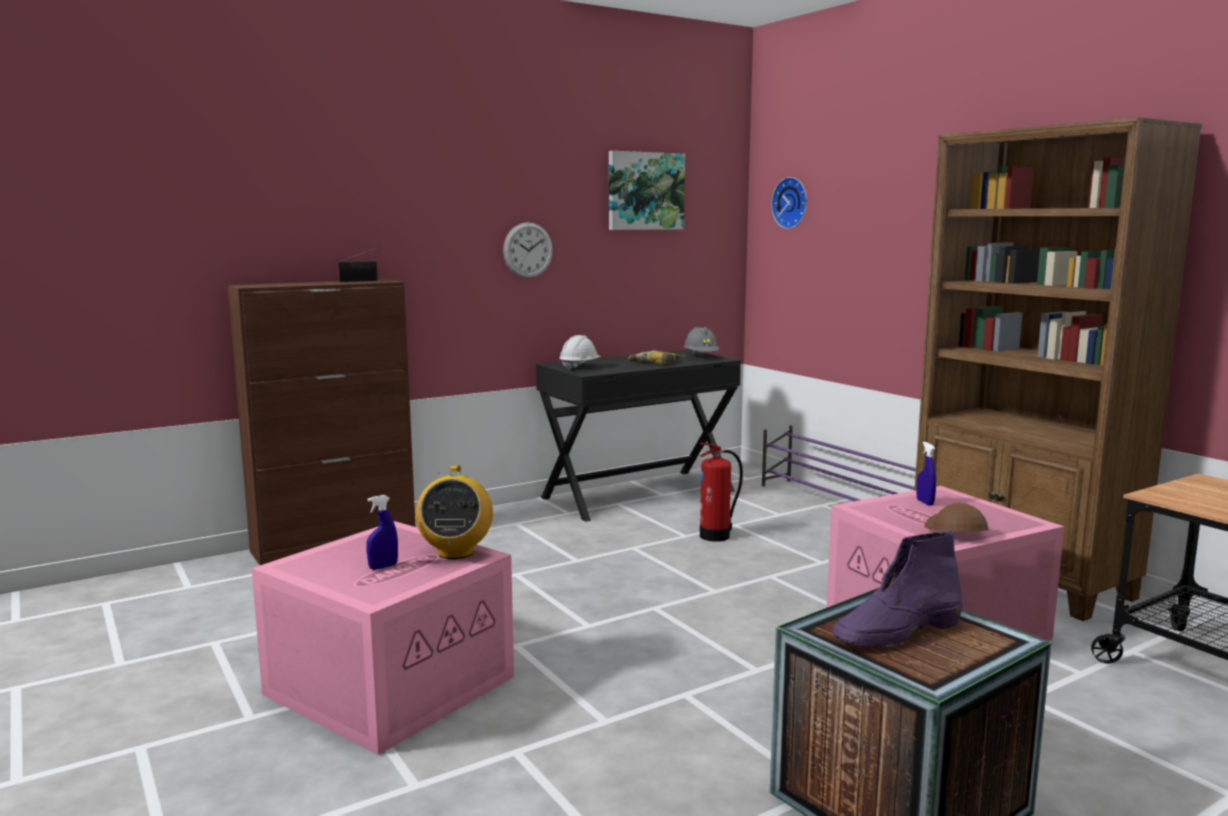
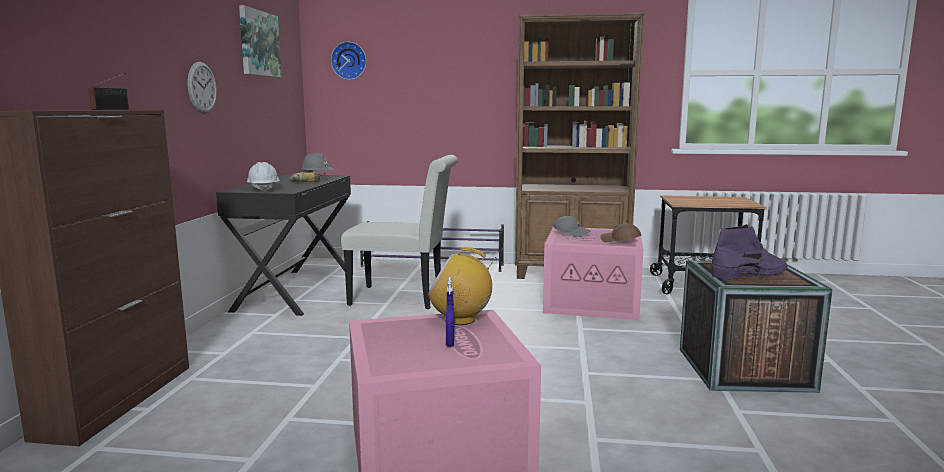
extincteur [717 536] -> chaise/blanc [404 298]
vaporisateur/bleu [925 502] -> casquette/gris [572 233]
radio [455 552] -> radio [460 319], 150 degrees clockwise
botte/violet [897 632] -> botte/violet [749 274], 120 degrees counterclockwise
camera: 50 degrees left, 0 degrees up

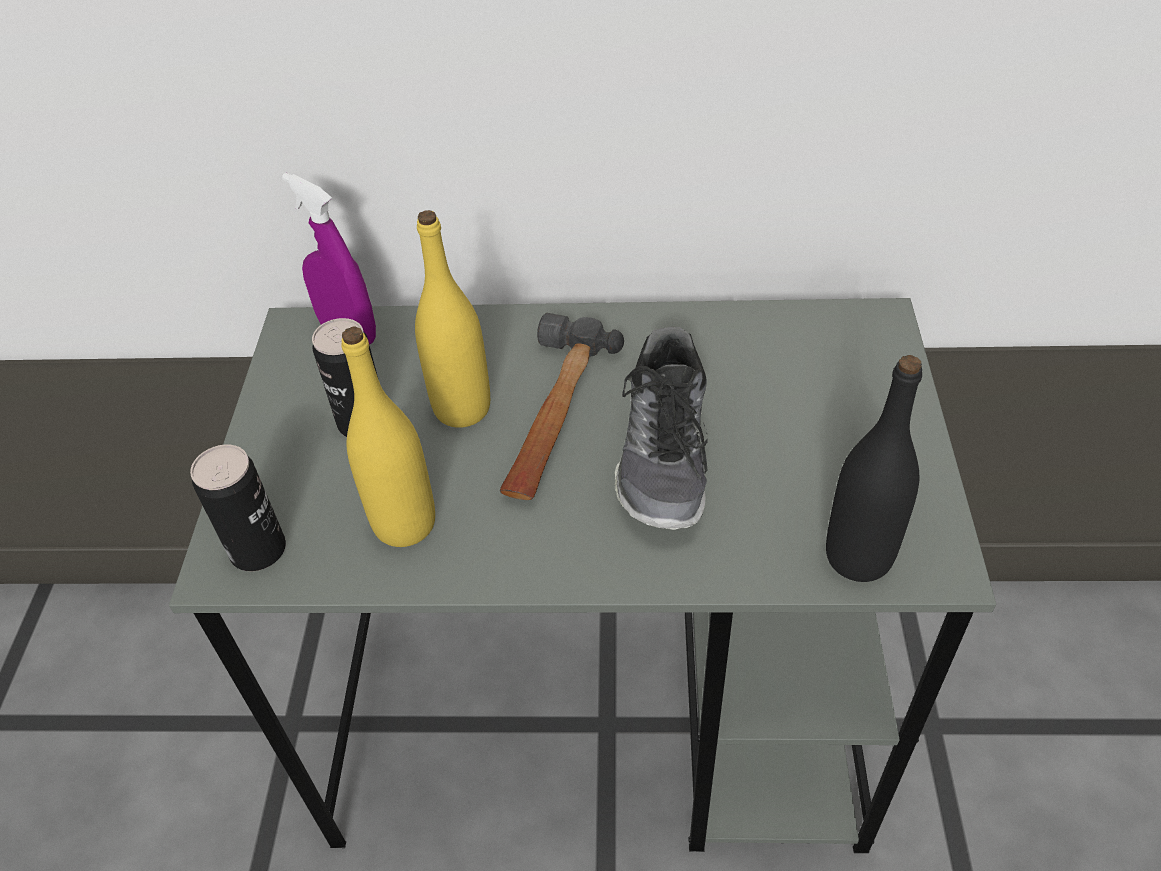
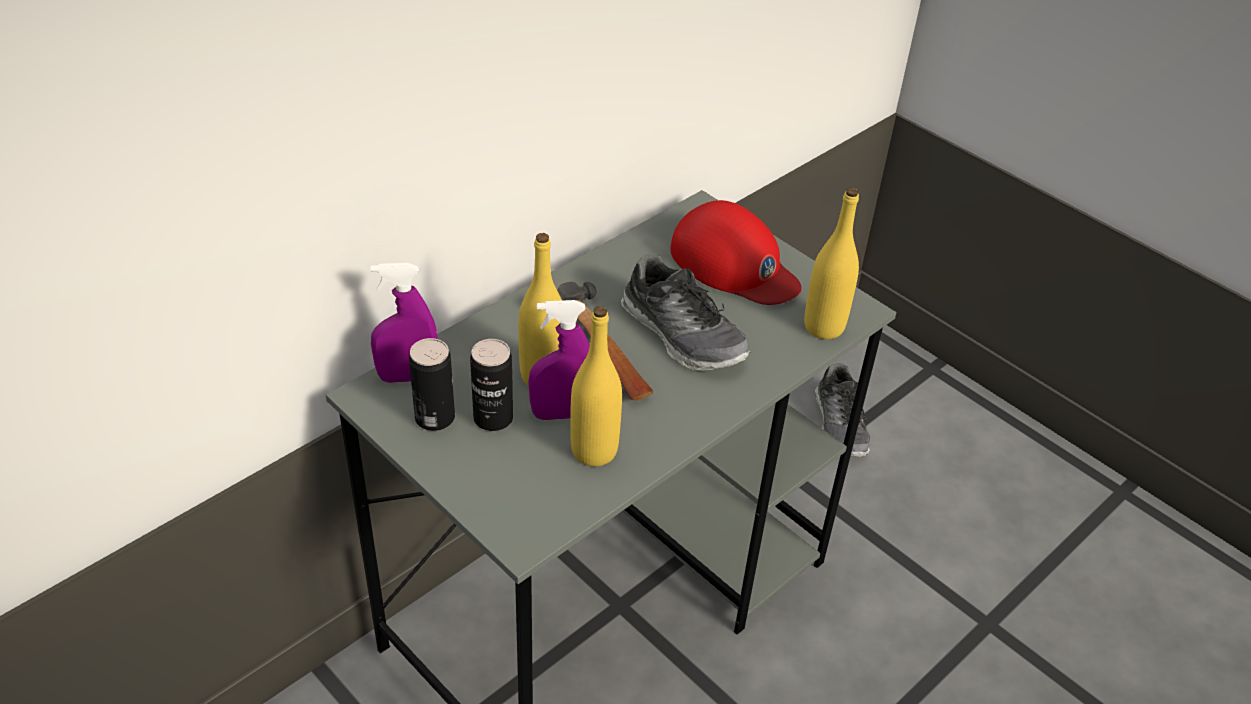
none -> vaporisateur/violet [561 414]
none -> casquette/rouge [734 265]
none -> chaussure [840 425]
boîte métallique [258 550] -> boîte métallique [435 418], move
bouteille/noir [858 557] -> bouteille/jaune [824 327]
camera: 50 degrees left, 5 degrees down

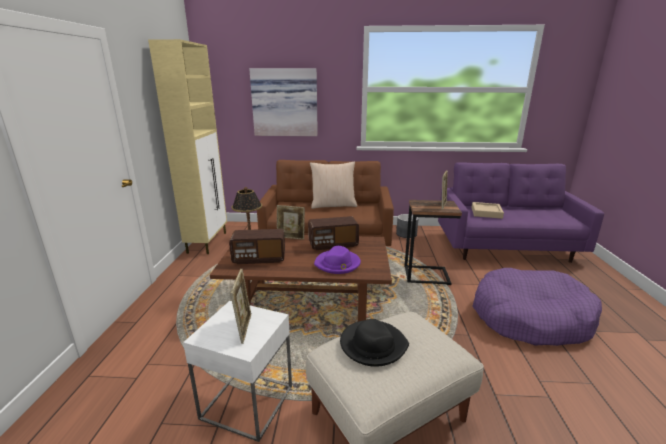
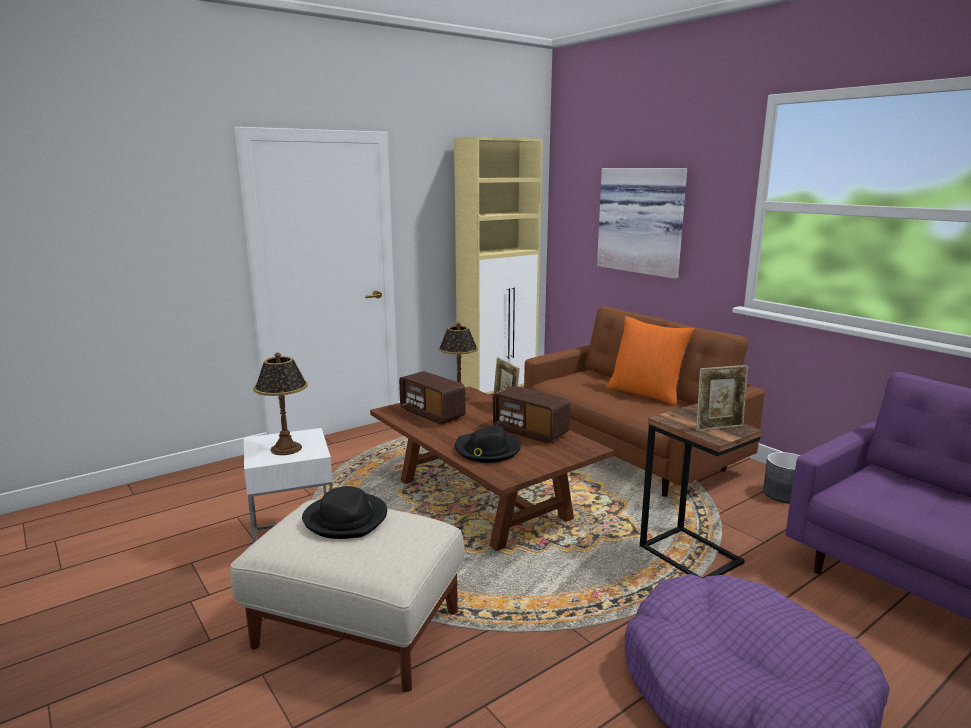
plateau/beige [486 213] -> none
cadre photo [244 328] -> lampe de table [286 449]
coussin/beige [333 205] -> coussin/orange [646 393]
chapeau/violet [337 264] -> chapeau/noir [487 450]
camera: 50 degrees right, 5 degrees down

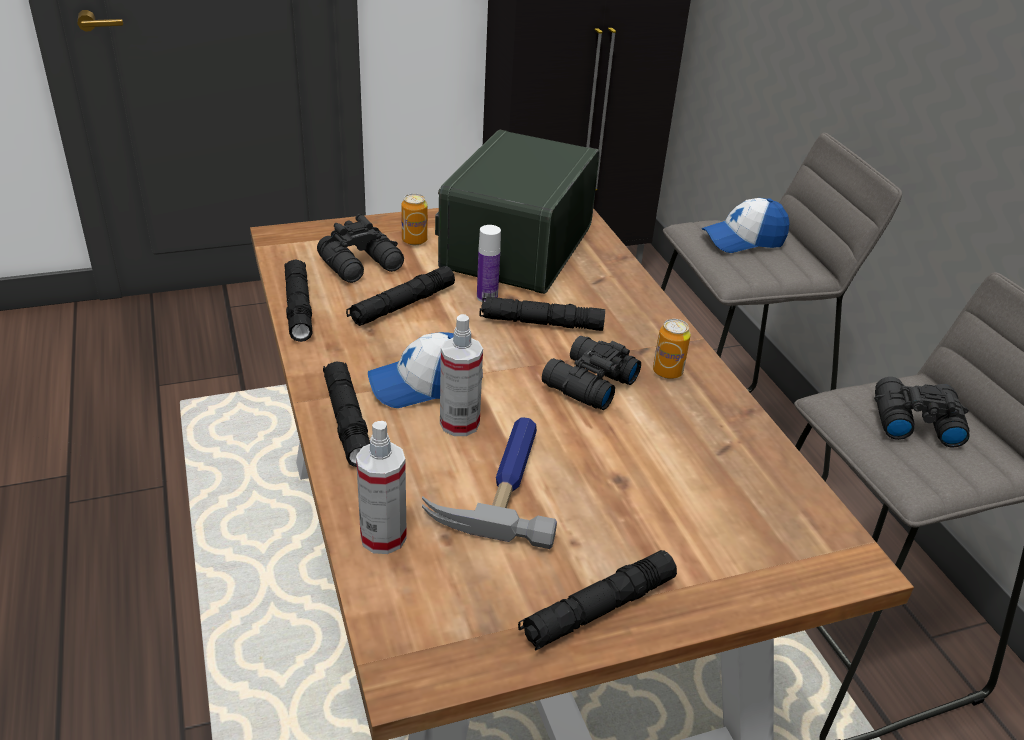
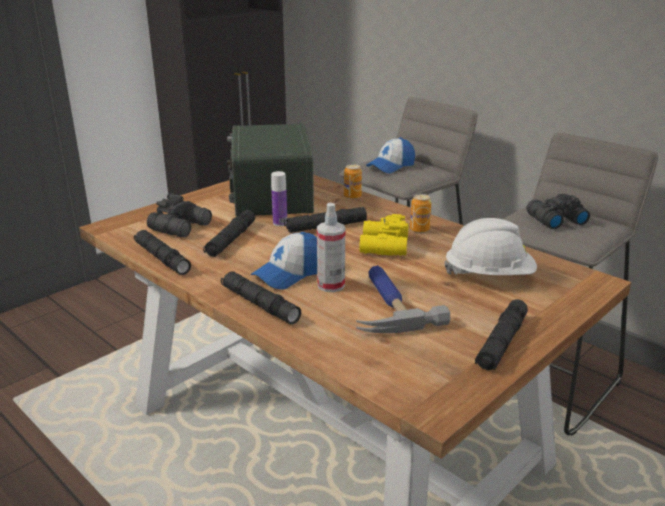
vaporisateur [383 537] -> none
none -> casque de chantier/blanc [489 276]
boîte métallique [414 240] -> boîte métallique [352 196], move
jumelles/noir [587 383] -> jumelles/jaune [382 246]
camera: 25 degrees left, 10 degrees down

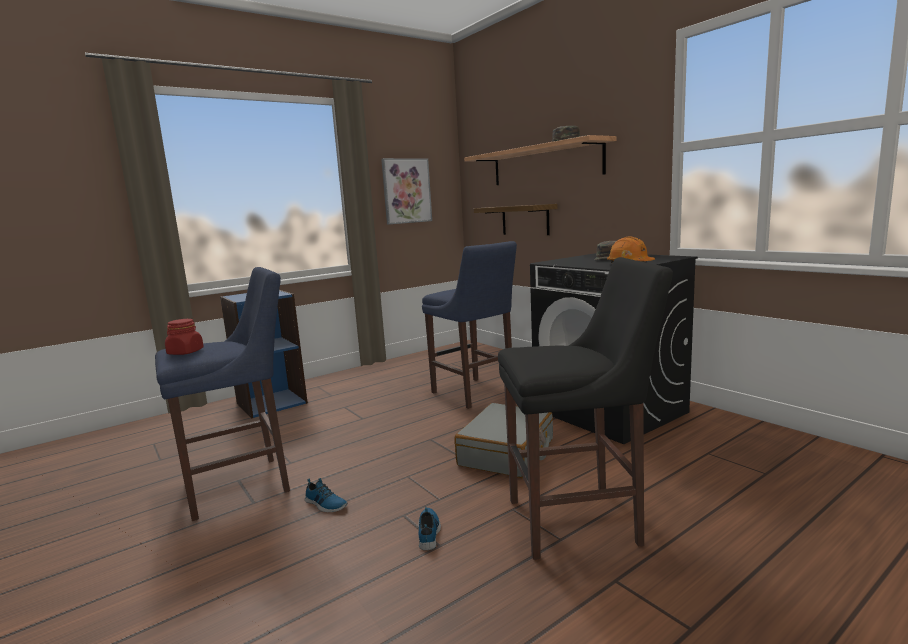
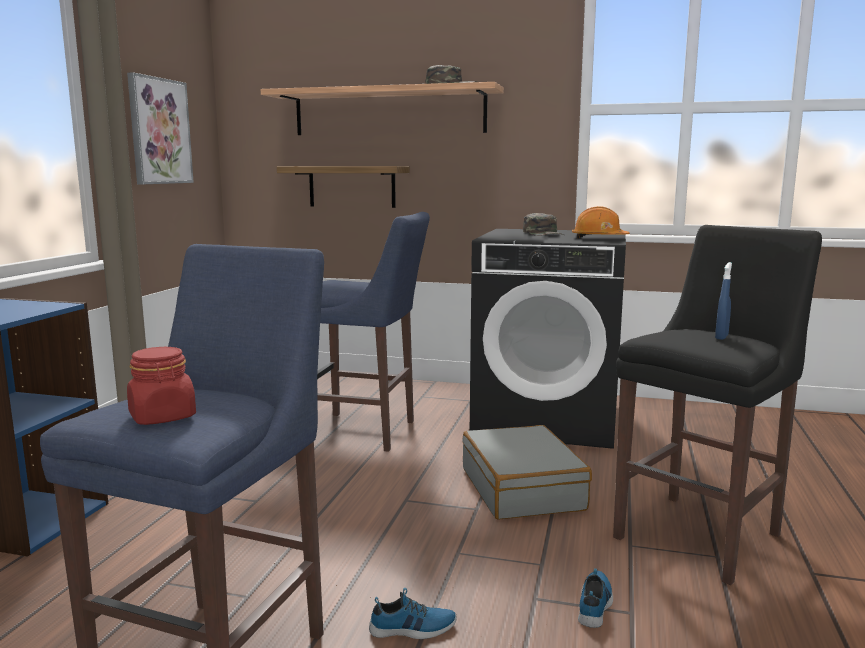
none -> vaporisateur/bleu [721 337]
chaussure [429 532] -> chaussure [595 603], 60 degrees clockwise
camera: 40 degrees left, 0 degrees up

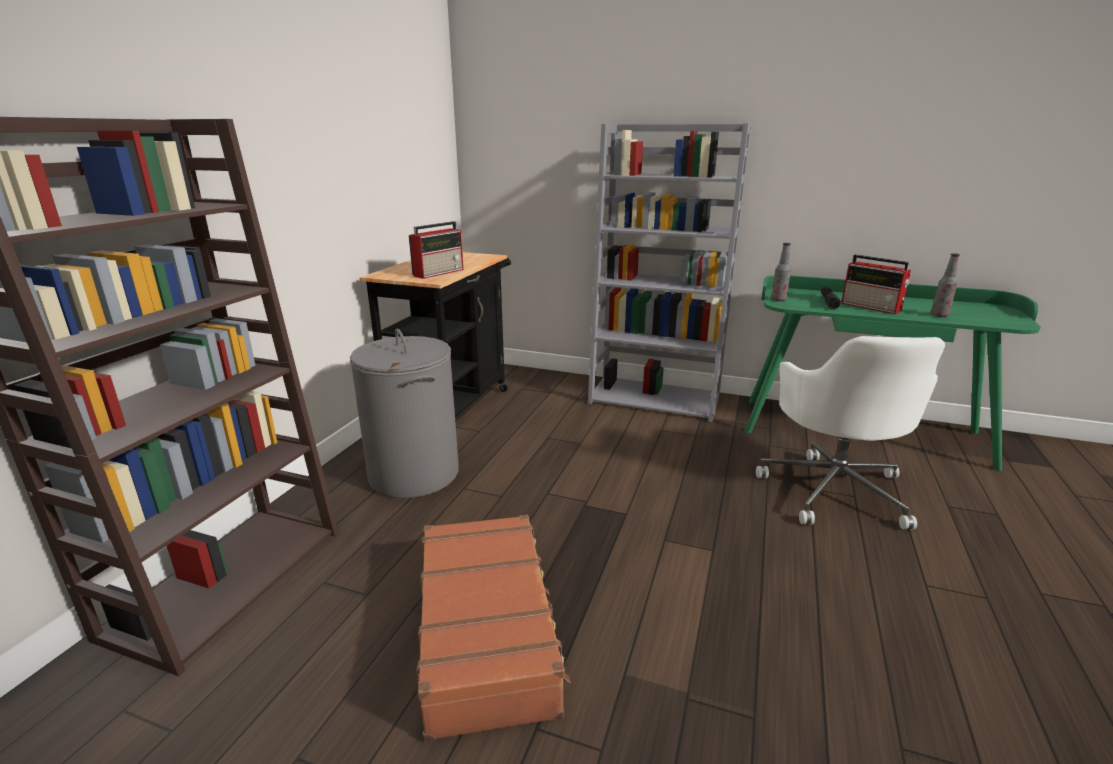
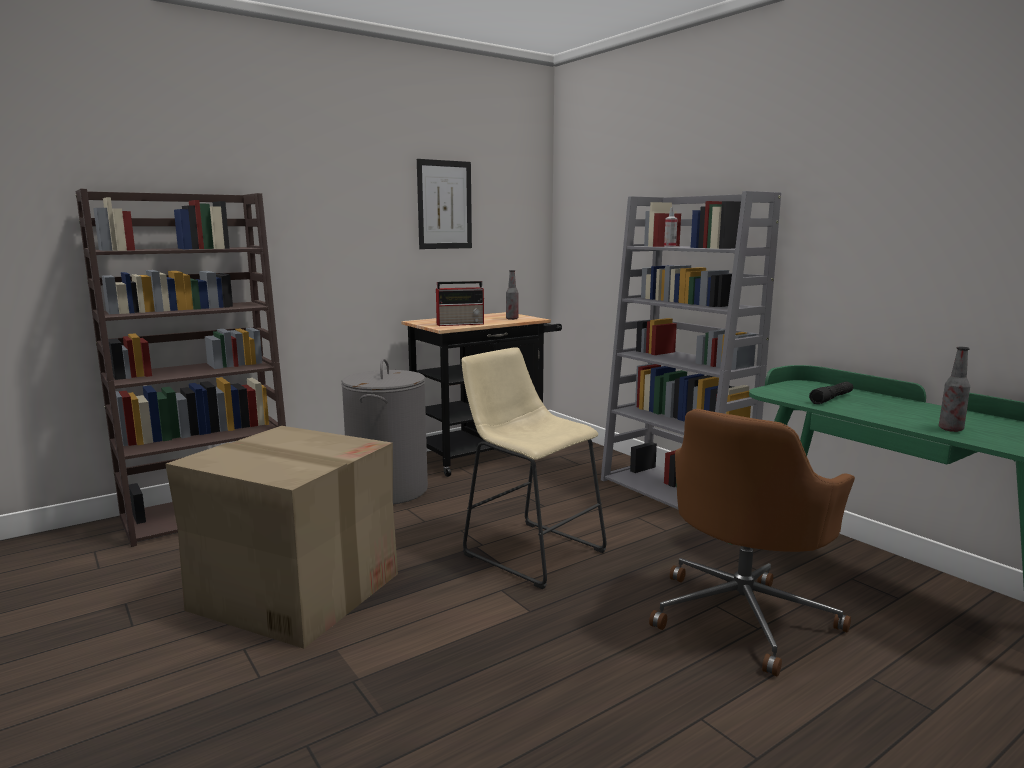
radio [872 307] -> none
none -> tableau [444 205]
none -> tabouret/beige [528 550]
none -> vaporisateur [670 246]
bouteille [778 299] -> bouteille [512 319], move
valise/marron [488 631] -> carton [295 591]
chaise de bureau/blanc [834 489] -> chaise de bureau/marron [743 615]
camera: 35 degrees right, 10 degrees down

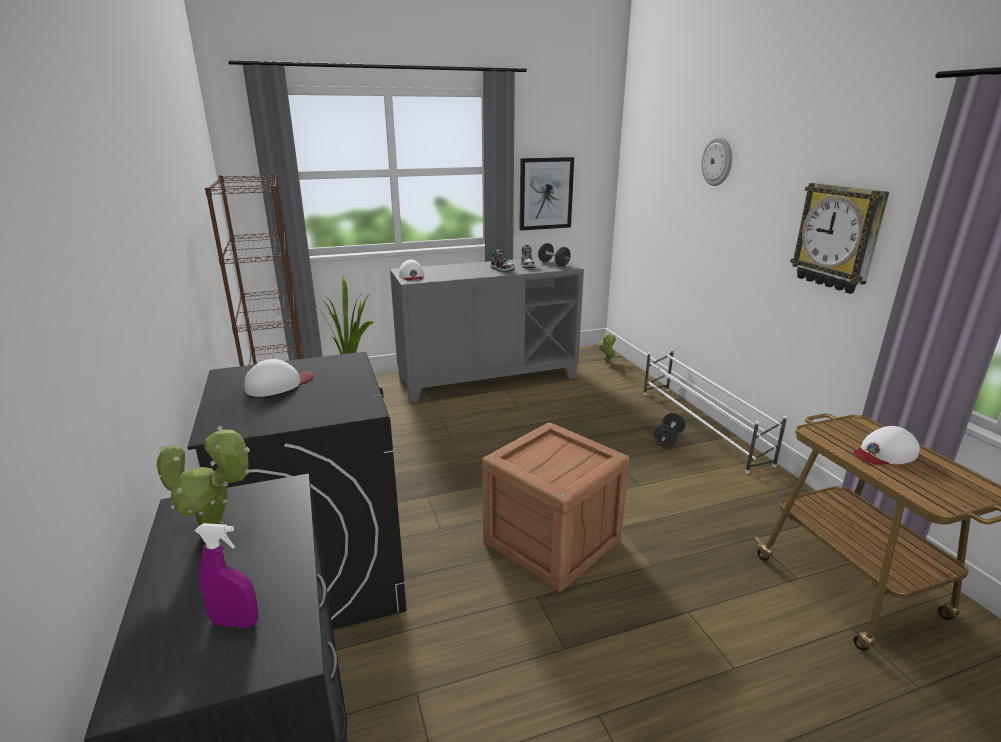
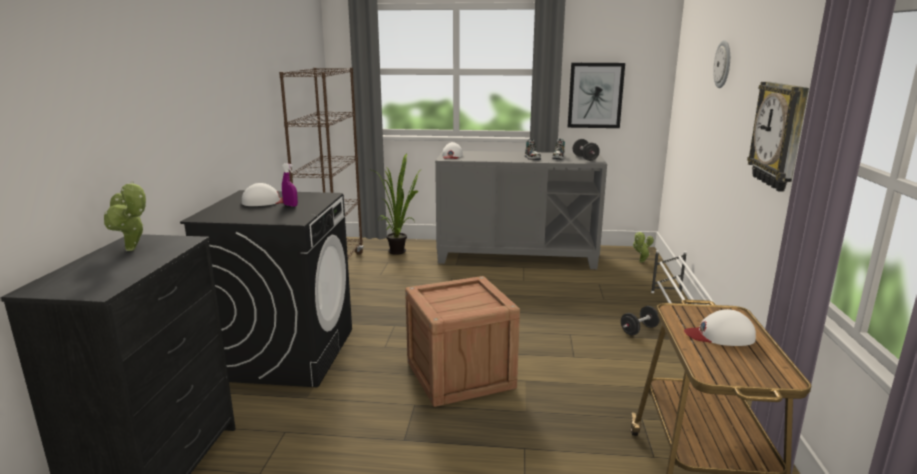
vaporisateur/violet [235 622] -> vaporisateur/violet [290 205], move
camera: 25 degrees right, 5 degrees down

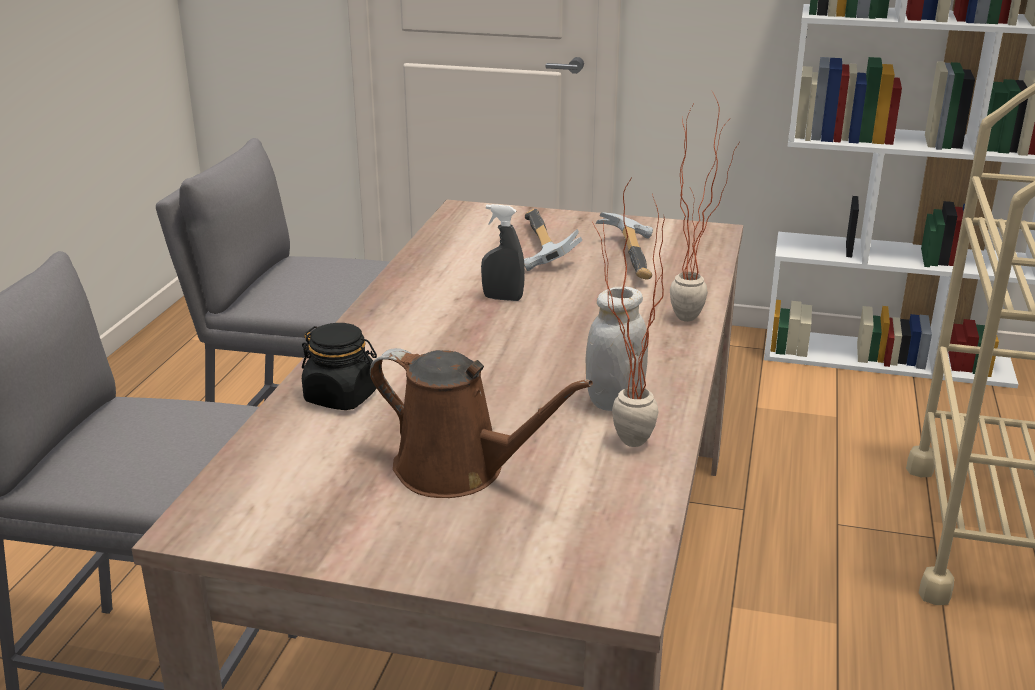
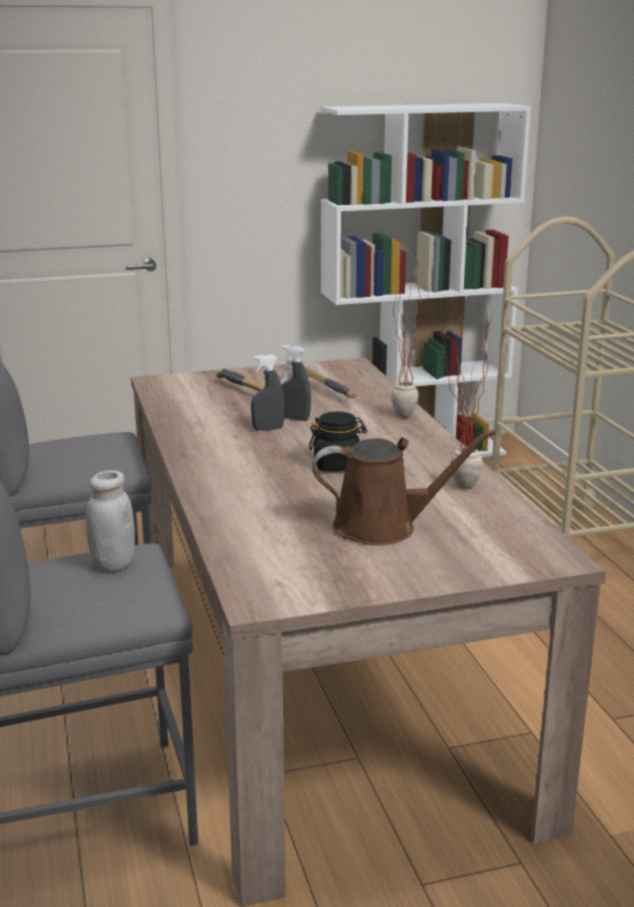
none -> vaporisateur/gris [295 419]
bocal/noir [341 397] -> bocal/noir [337 465], move
bocal/blanc [614 401] -> bocal/blanc [113 564], move
camera: 30 degrees left, 5 degrees down

